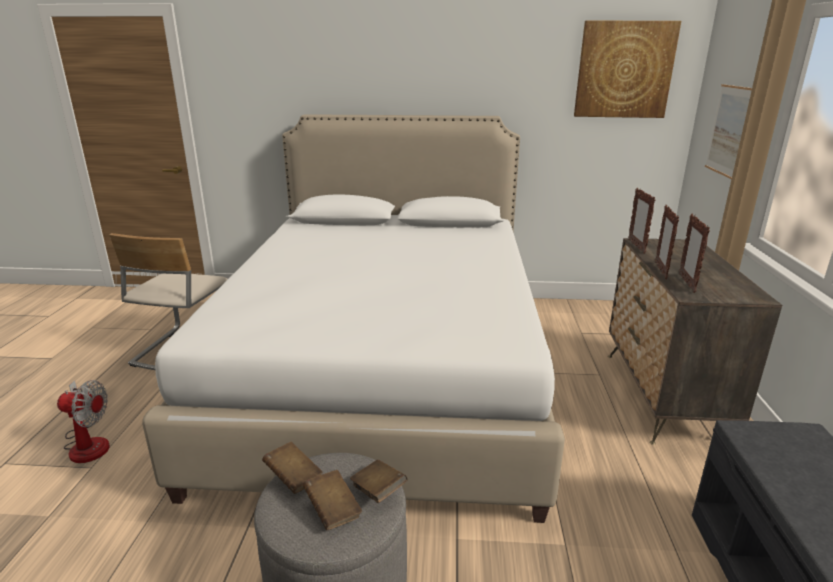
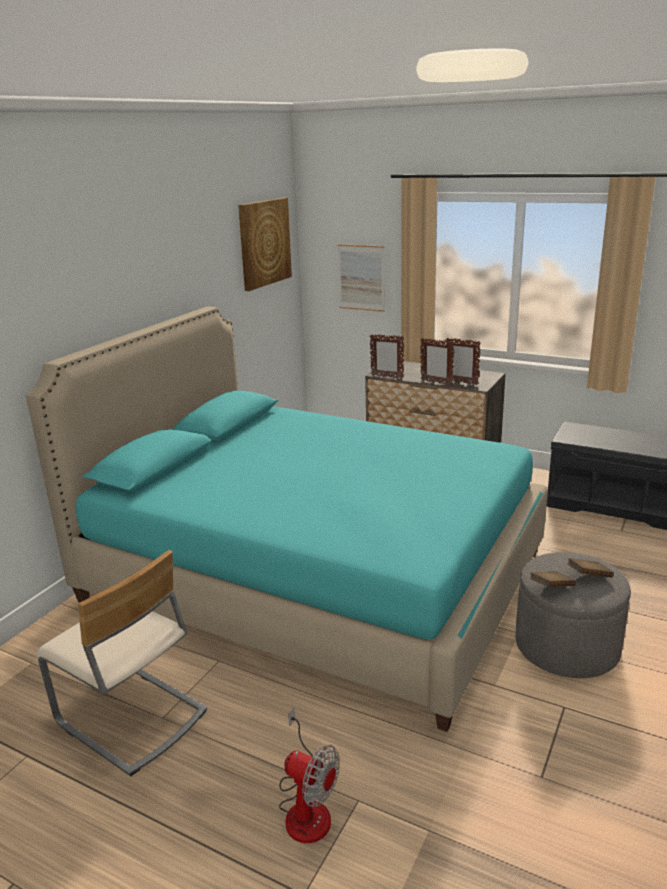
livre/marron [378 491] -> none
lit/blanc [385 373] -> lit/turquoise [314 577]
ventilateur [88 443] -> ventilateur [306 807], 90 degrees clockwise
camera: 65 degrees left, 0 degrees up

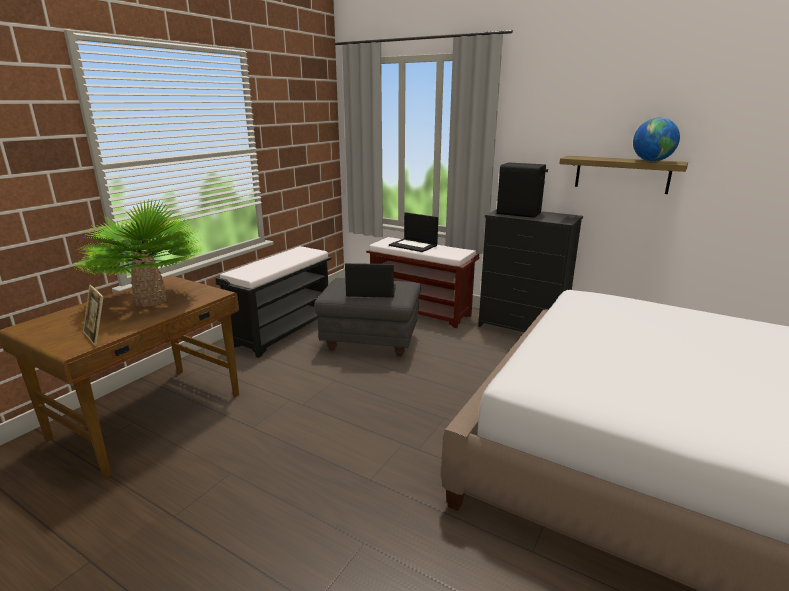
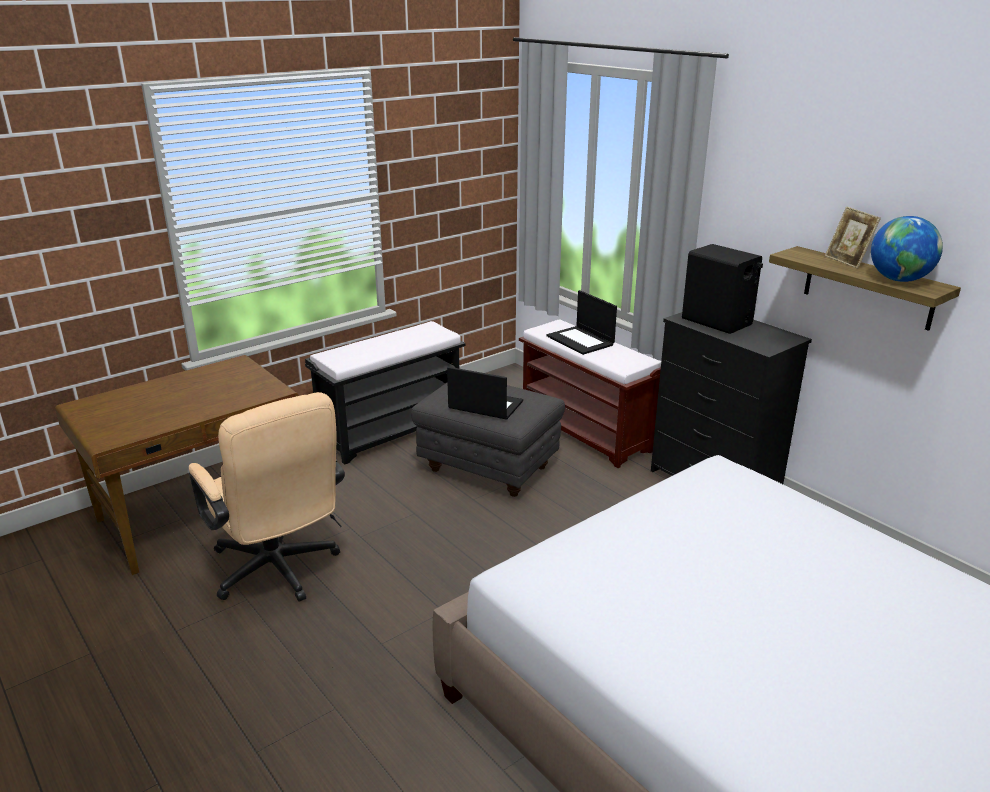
plante en pot [150 300] -> none
none -> chaise de bureau/beige [279 572]
cadre photo [98 336] -> cadre photo [847 261], move
camera: 20 degrees right, 5 degrees up

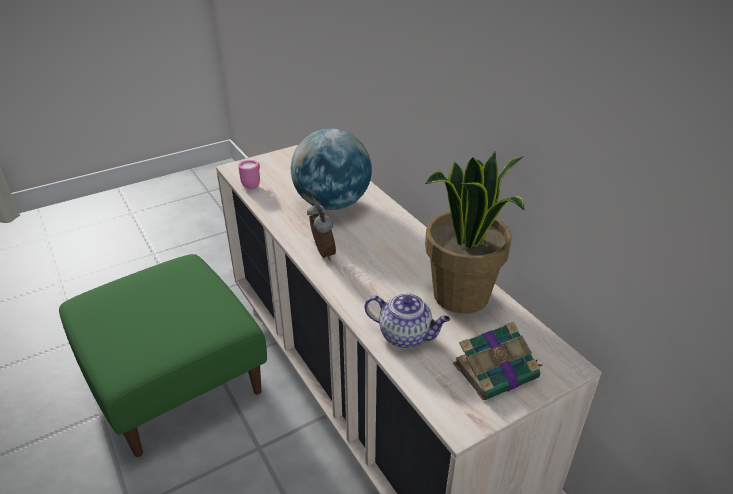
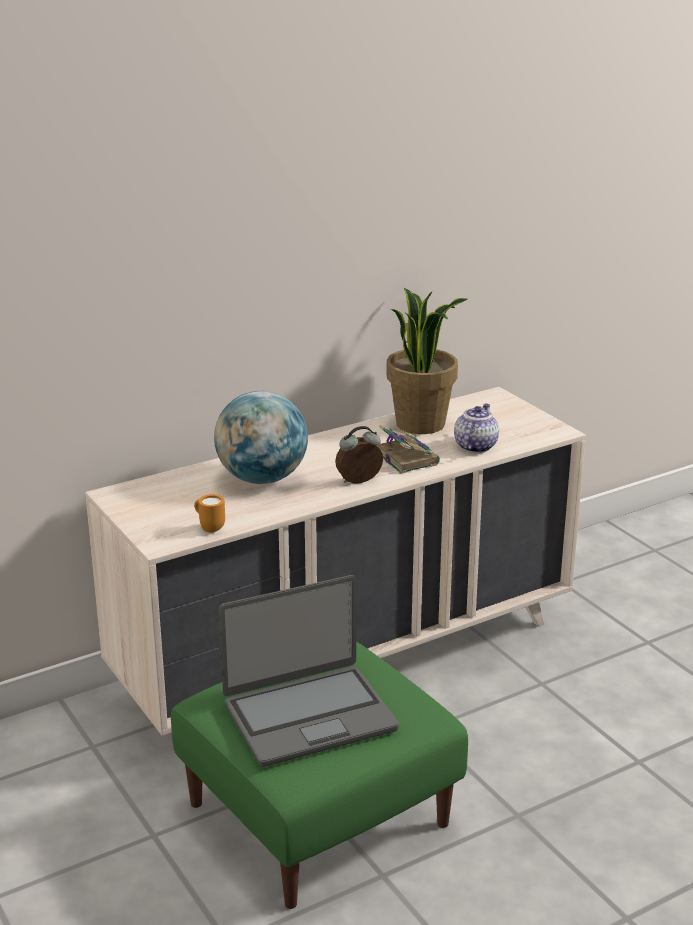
none -> ordinateur portable [309 716]
livre [497 371] -> livre [406 458], move
mug/rose [253 185] -> mug/orange [209 528]
camera: 90 degrees left, 10 degrees down

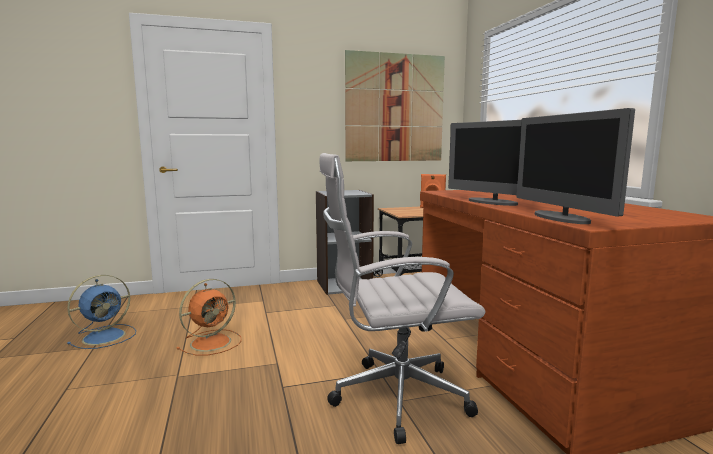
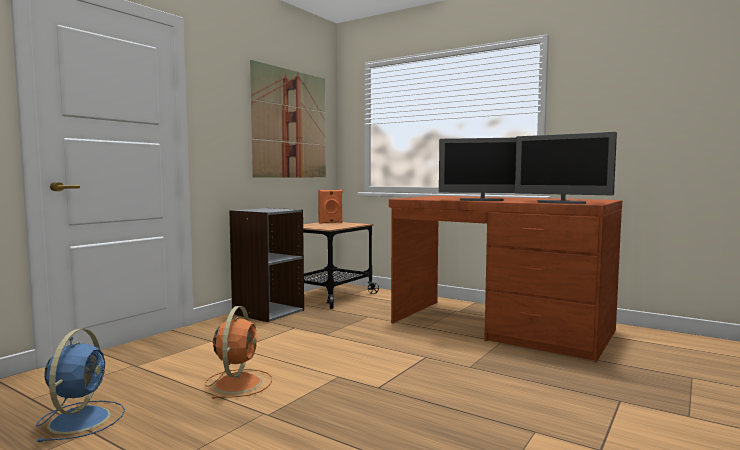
chaise de bureau/blanc [393 398] -> none
camera: 40 degrees left, 5 degrees down

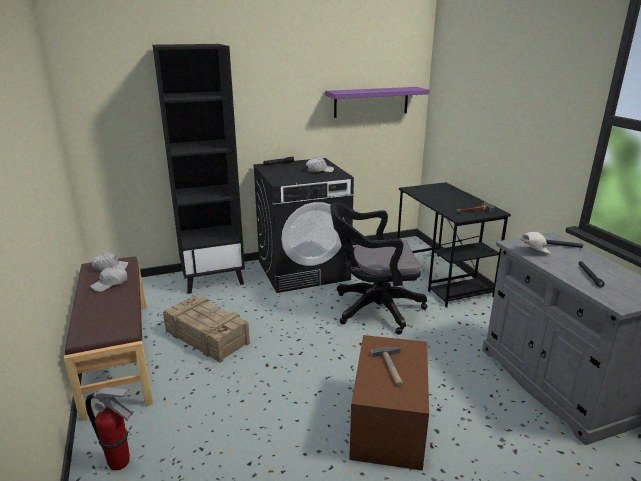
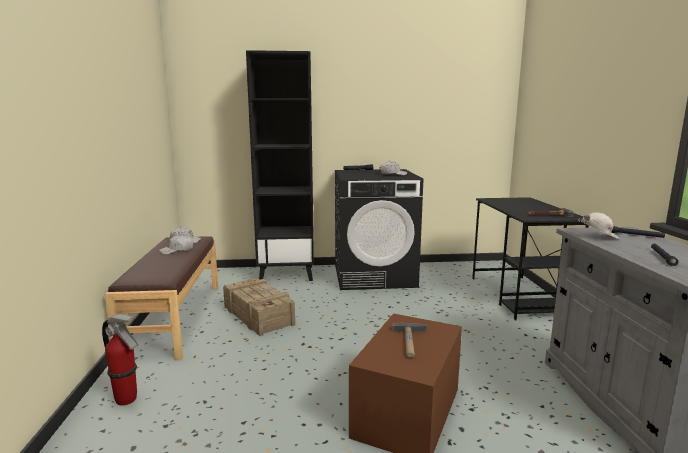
étagère/violet [371 102] -> none
chaise de bureau/noir [373 309] -> none
camera: 15 degrees right, 10 degrees down

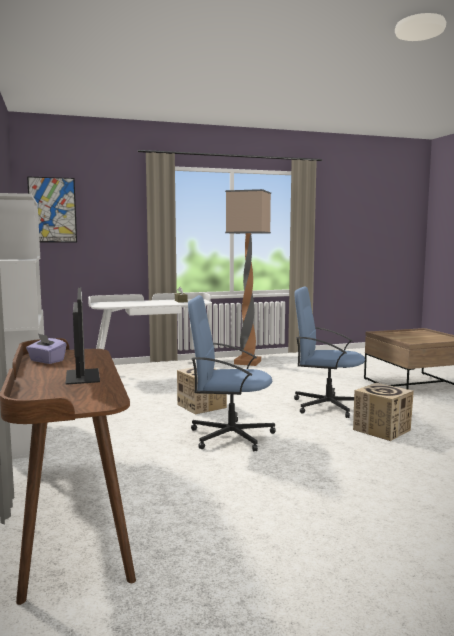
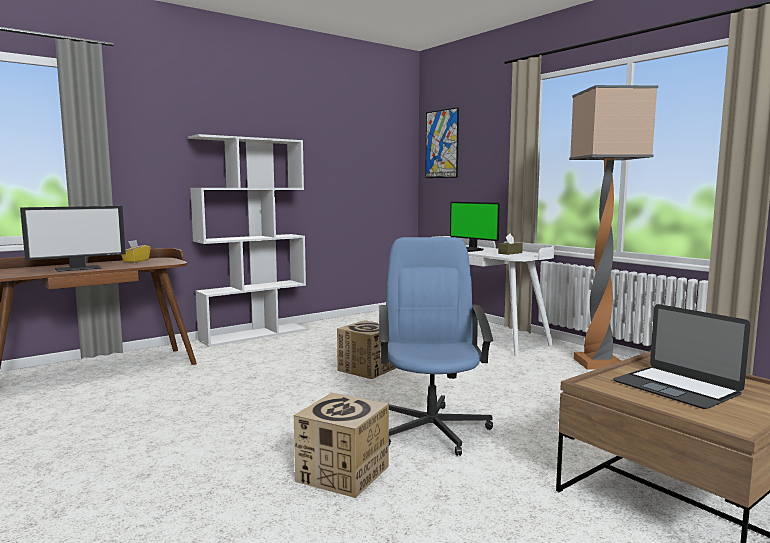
chaise de bureau/bleu [230 436] -> none
none -> écran d'ordinateur [468 250]
none -> ordinateur portable [676 387]
boîte à mouchoirs/violet [46 361] -> boîte à mouchoirs/jaune [135 261]
camera: 70 degrees right, 0 degrees up

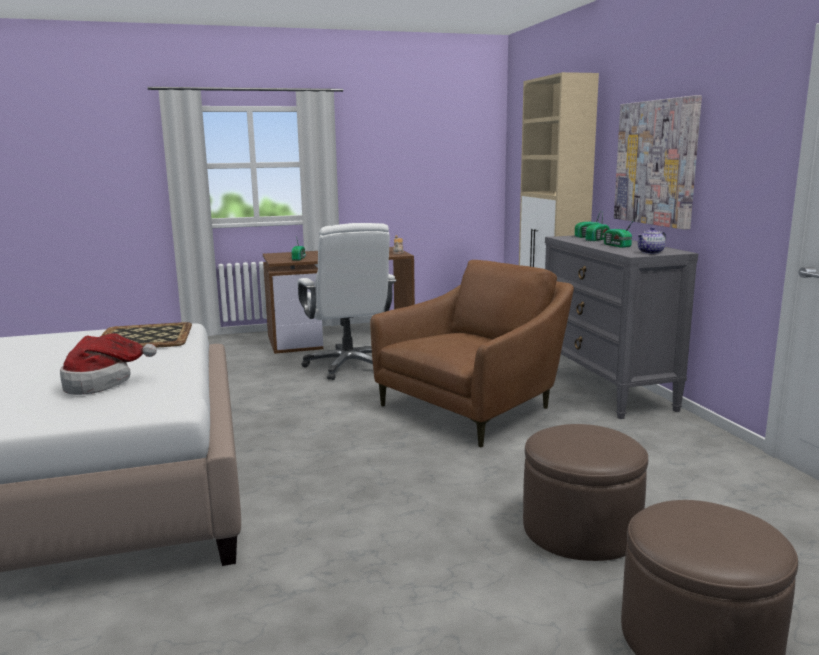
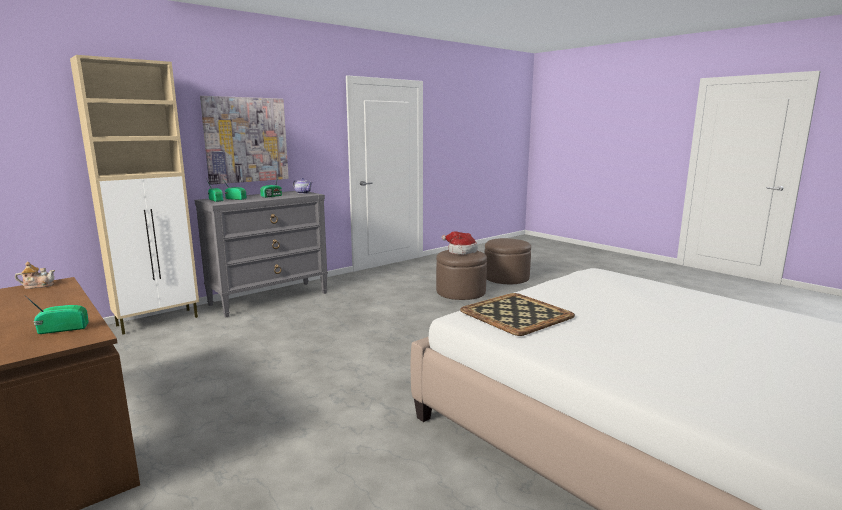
chaise de bureau/blanc [348 366] -> none
fauteuil/marron [475 407] -> none
chapeau [102 382] -> chapeau [460 251], move
camera: 115 degrees left, 0 degrees up

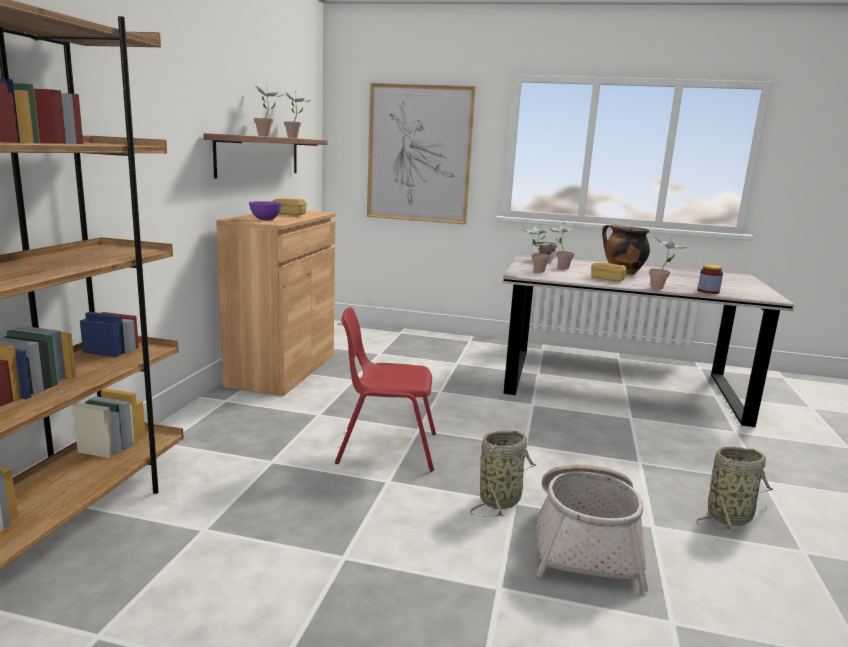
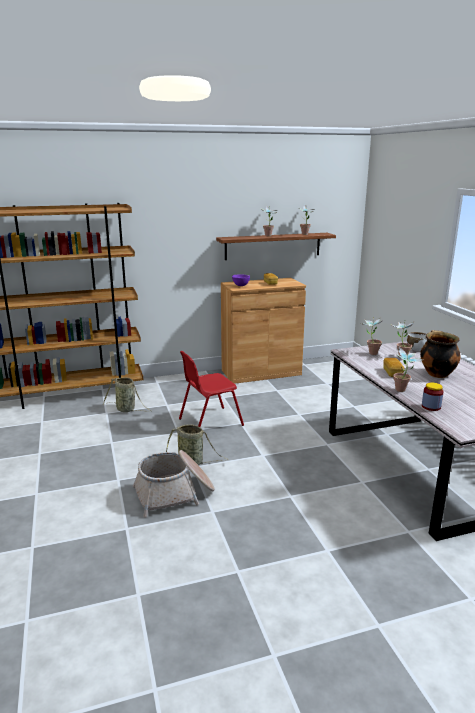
tableau [419 154] -> none
panier [731 516] -> panier [127 409], move
chaise/rouge [386 448] -> chaise/rouge [209 422], 90 degrees counterclockwise
camera: 60 degrees right, 5 degrees up

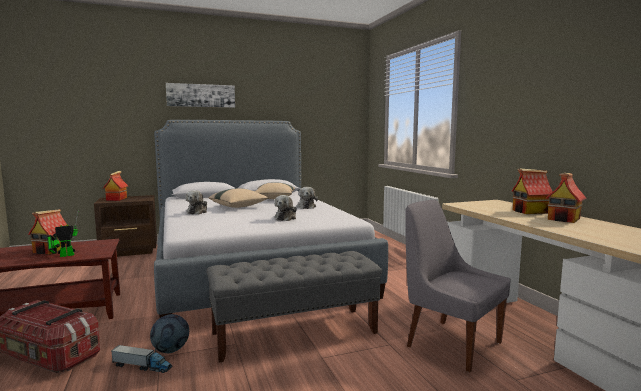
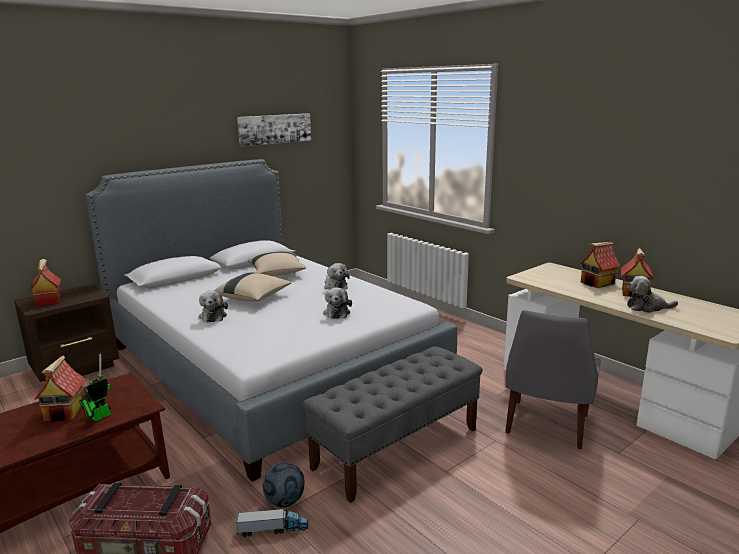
none -> peluche [647 307]
tableau [201 95] -> tableau [274 129], move
chaise/gris [450 343] -> chaise/gris [546 426], 90 degrees counterclockwise
camera: 20 degrees left, 10 degrees up

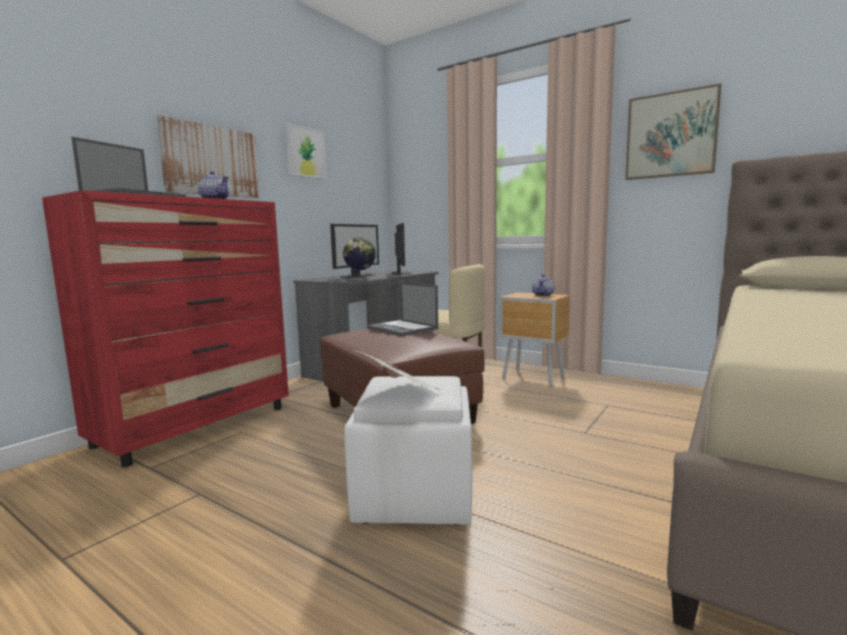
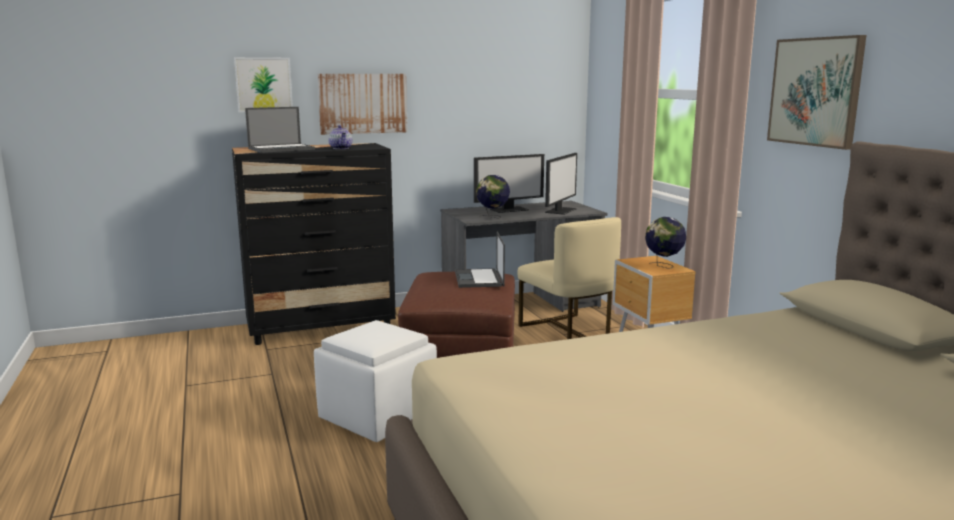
journal [398 393] -> none
tableau [305 152] -> tableau [263 84], move
théière [543 295] -> globe [663 266]
commode/rouge [197 426] -> commode/noir [321 327]
camera: 35 degrees right, 5 degrees up

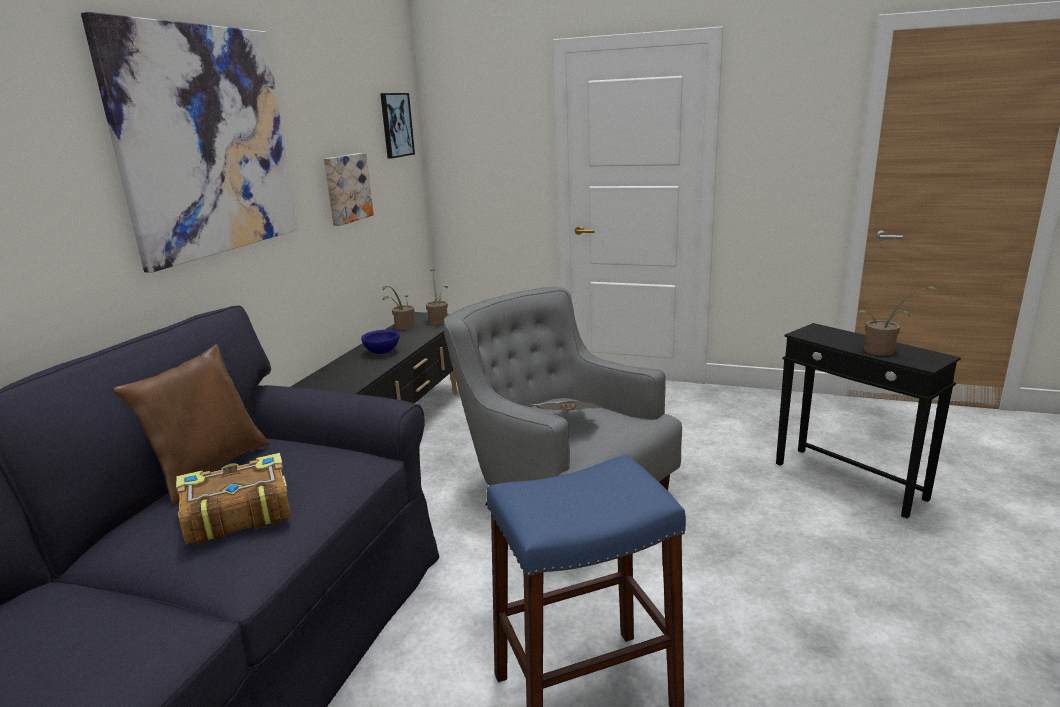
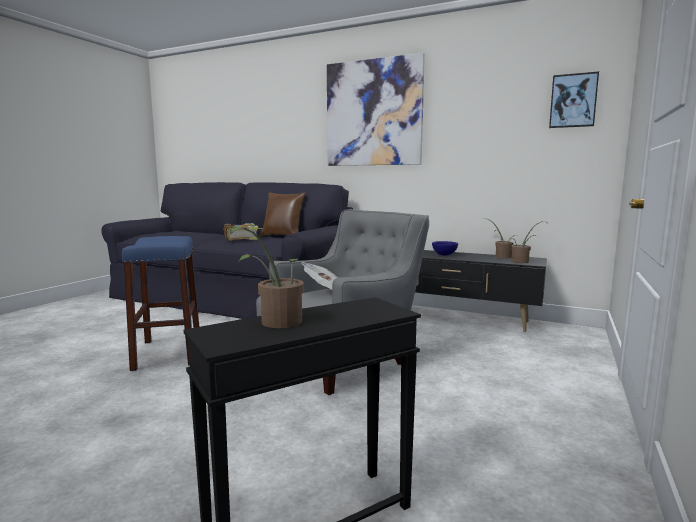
tableau [346 188] -> none
camera: 95 degrees right, 10 degrees down

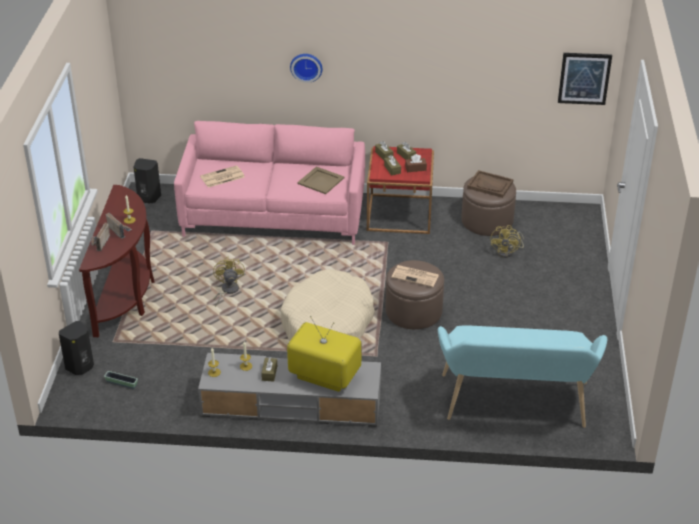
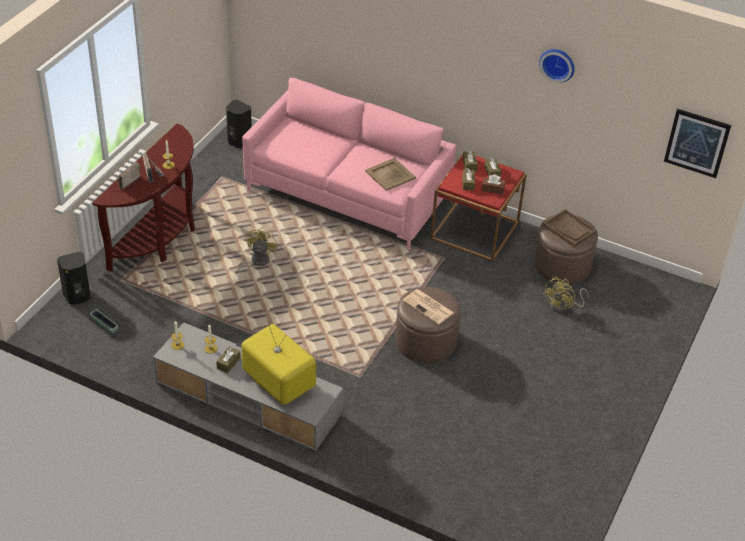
journal [222 177] -> none
panier pour chien/beige [327 323] -> none
banc/turquoise [514 406] -> none
horloge murale [306 66] -> horloge murale [558 64], move
camera: 20 degrees right, 5 degrees up

